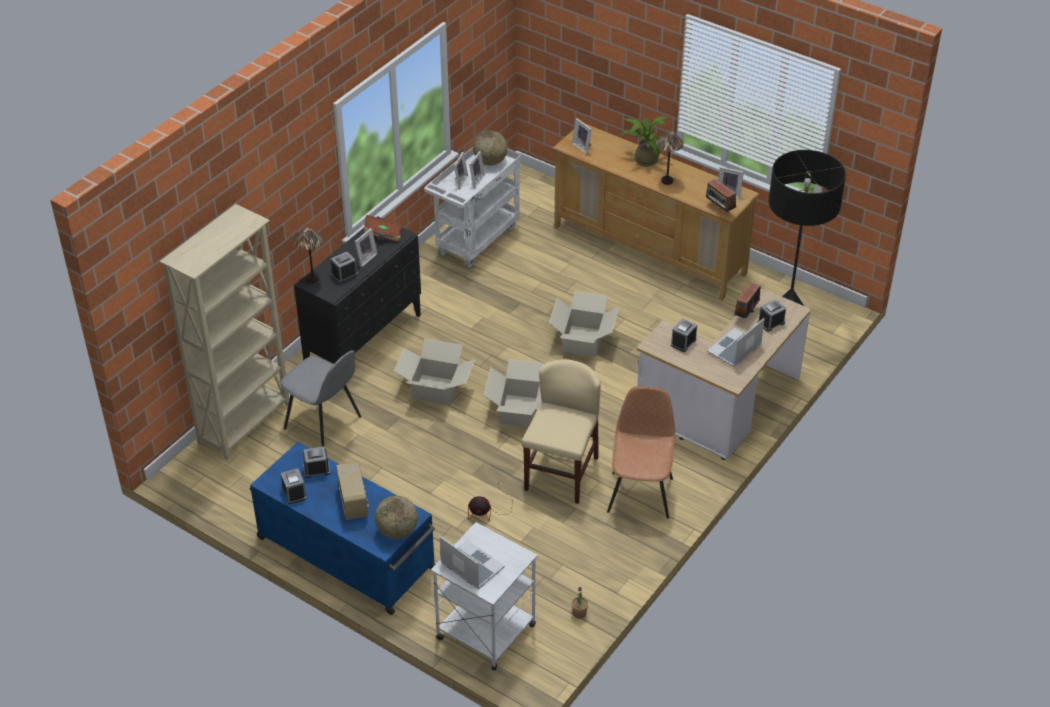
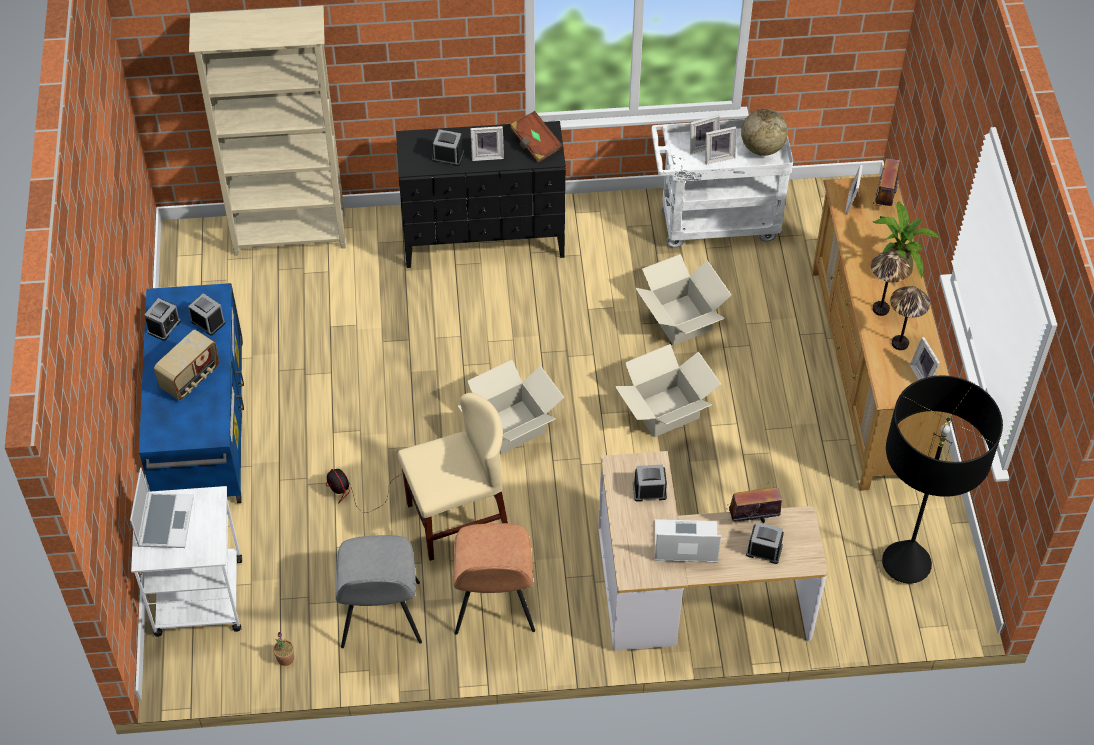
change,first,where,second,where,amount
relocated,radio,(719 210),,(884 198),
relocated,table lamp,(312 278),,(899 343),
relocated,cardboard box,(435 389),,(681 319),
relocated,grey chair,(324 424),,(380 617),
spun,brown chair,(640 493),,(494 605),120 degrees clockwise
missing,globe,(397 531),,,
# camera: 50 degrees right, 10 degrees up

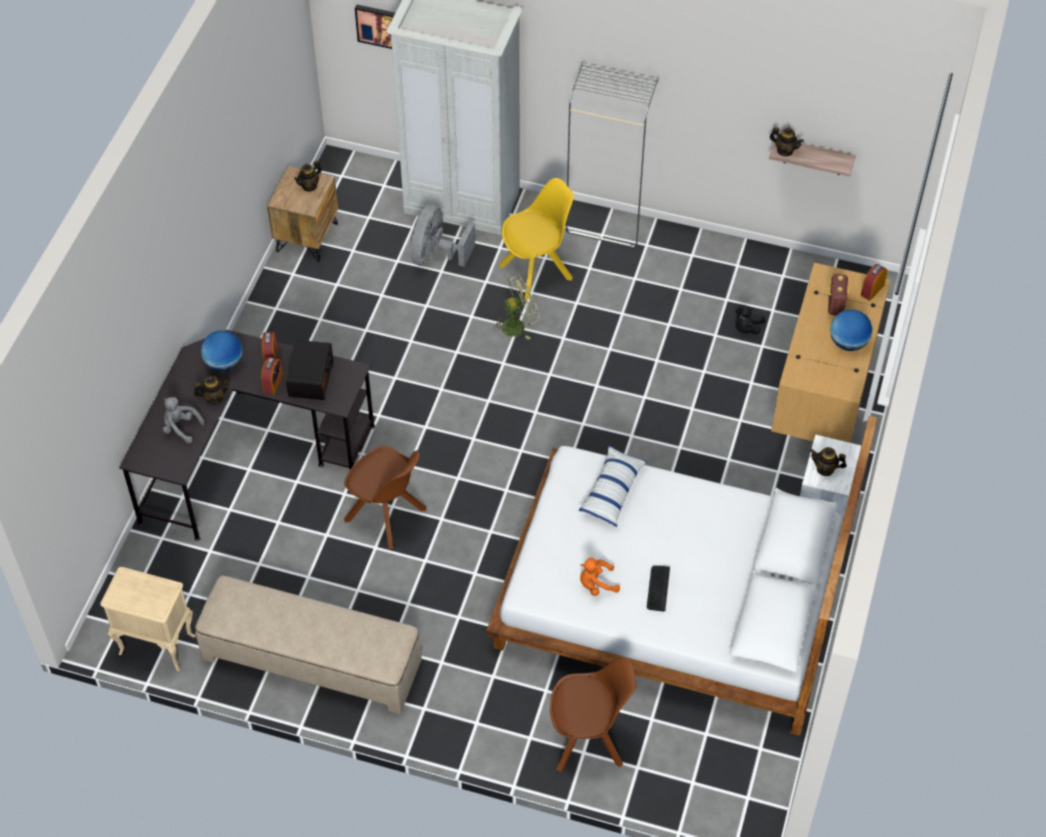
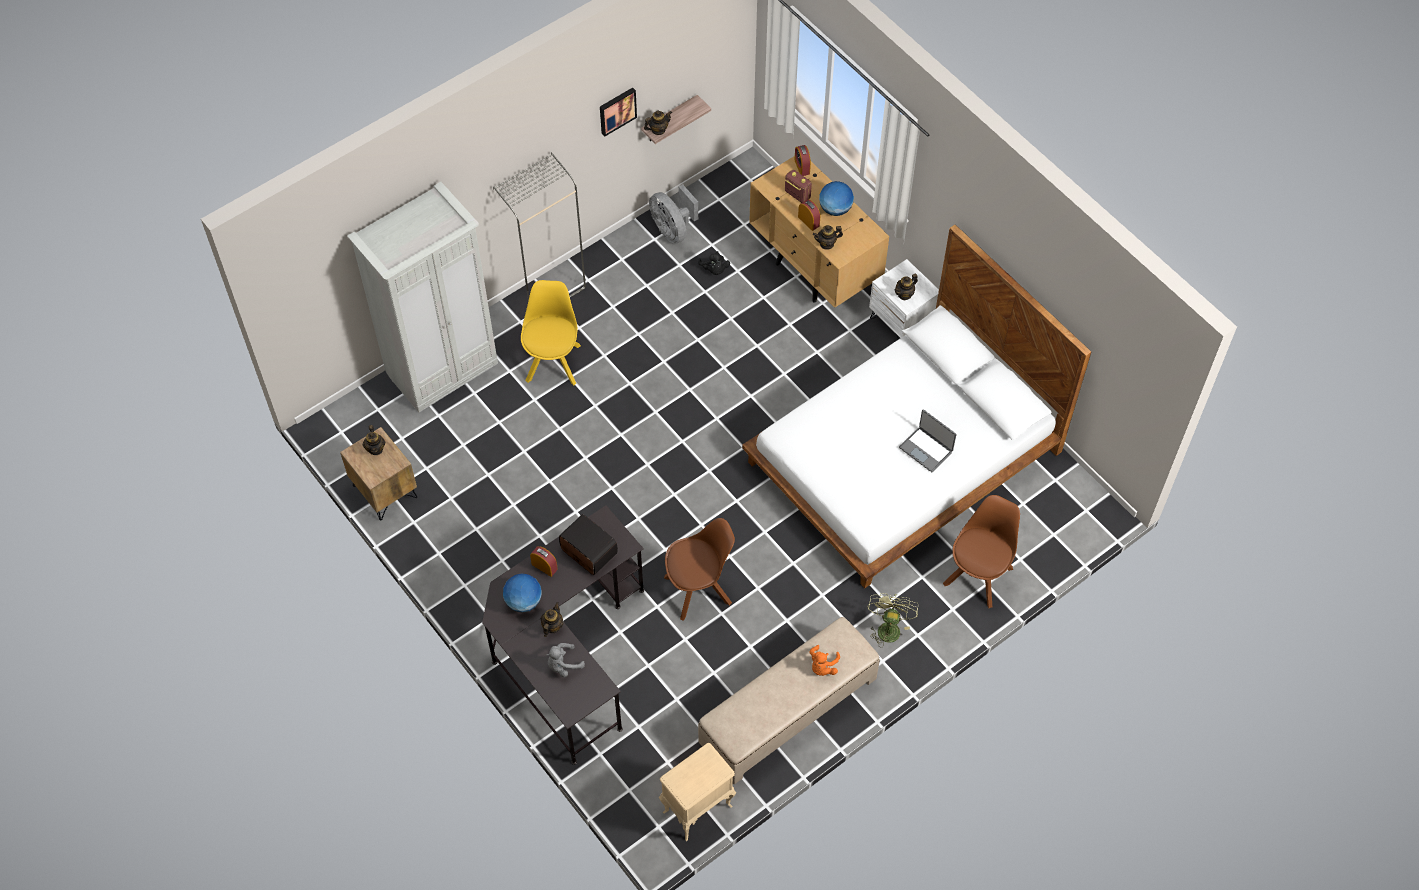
change,first,where,second,where,amount
relocated,picture,(379 25),,(617 110),
relocated,grey fan,(436 256),,(672 230),
relocated,green fan,(517 325),,(888 627),
relocated,alarm clock,(273 383),,(808 221),
missing,pillow,(612 491),,,
relocated,orange plush toy,(596 584),,(822 666),
exchanged,keyboard,(658 588),laptop,(926 449),
appeared,,,teapot,(827 244),
# camera: 55 degrees left, 5 degrees up

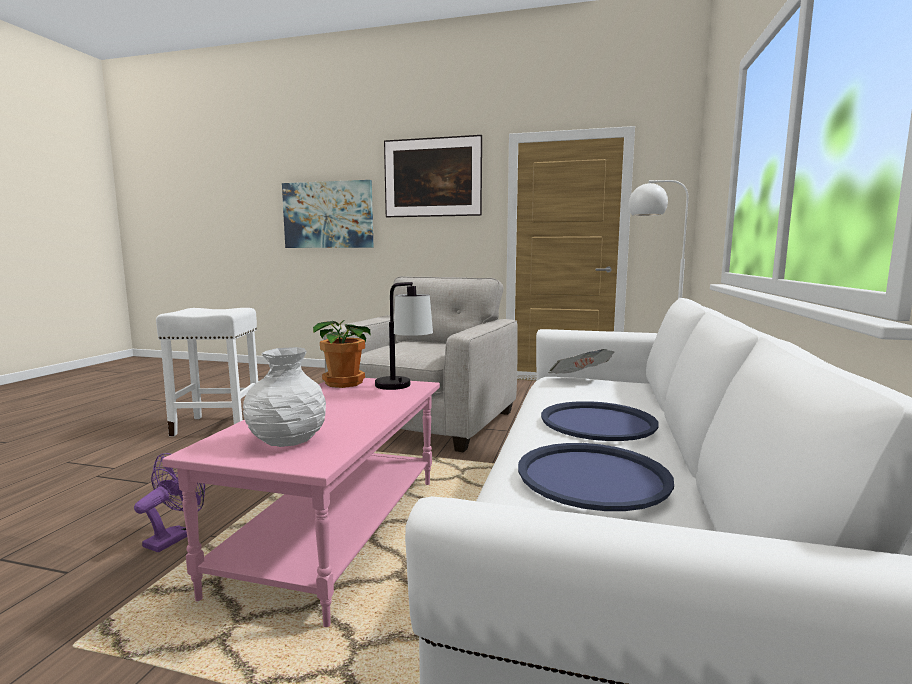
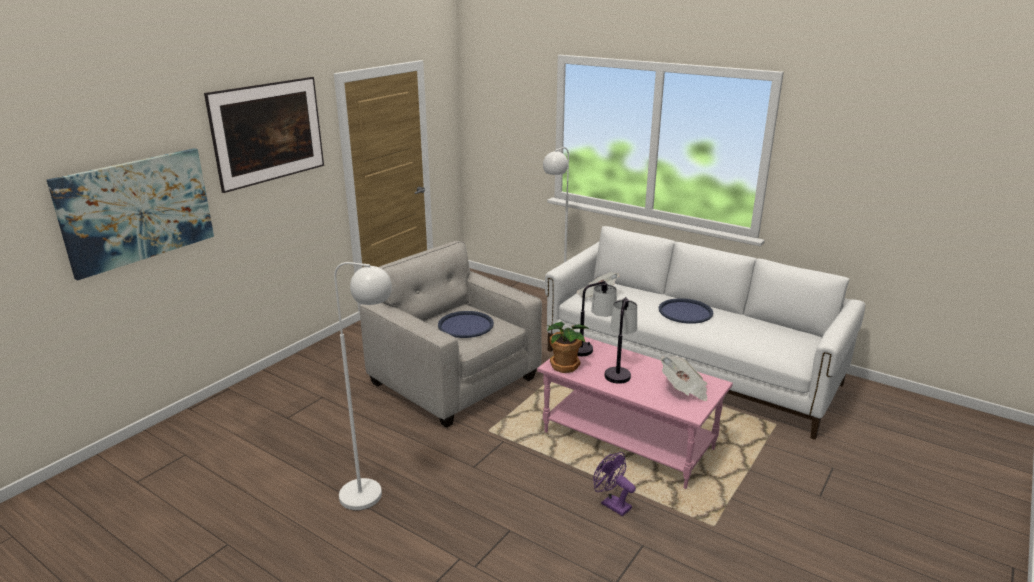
change,first,where,second,where,amount
exchanged,white stool,(219 426),white floor lamp,(372 499),
exchanged,white vase,(286 441),newspaper,(684 390),
relocated,blue tray,(593 477),,(465 325),
appeared,,,table lamp,(618 370),
# camera: 70 degrees left, 15 degrees up

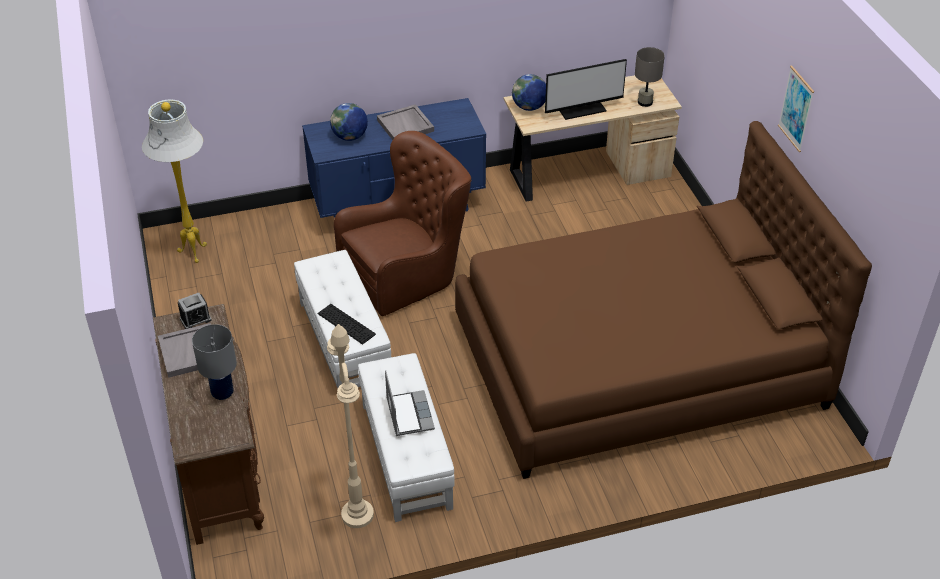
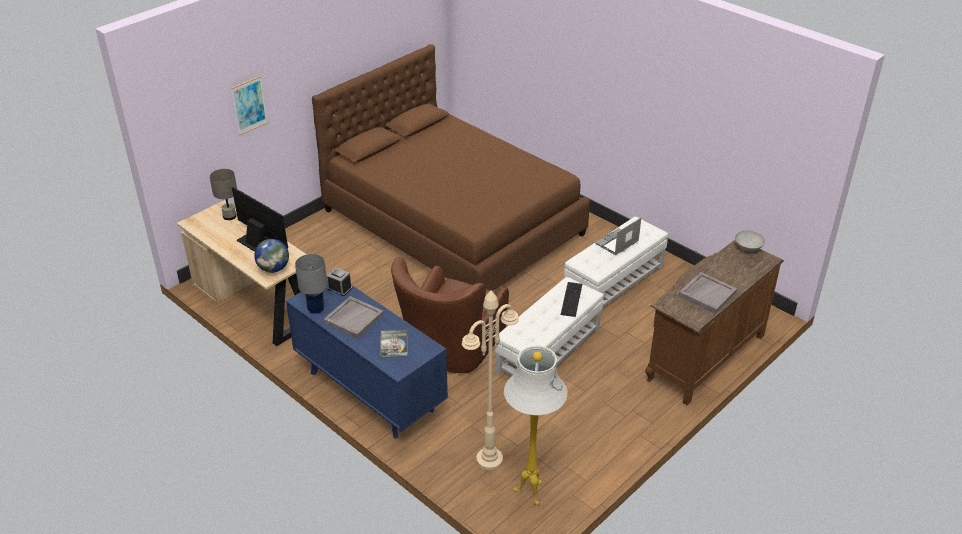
change,first,where,second,where,amount
relocated,picture,(796 108),,(249 105),
exchanged,globe,(350 137),book,(394 344),
spun,brown armchair,(408 274),,(451 349),90 degrees counterclockwise
relocated,alarm clock,(195 319),,(339 288),
relocated,grey table lamp,(222 393),,(316 310),
relocated,beige floor lamp,(357 514),,(489 460),
appeared,,,grey bowl,(748 248),
# camera: 120 degrees left, 5 degrees down

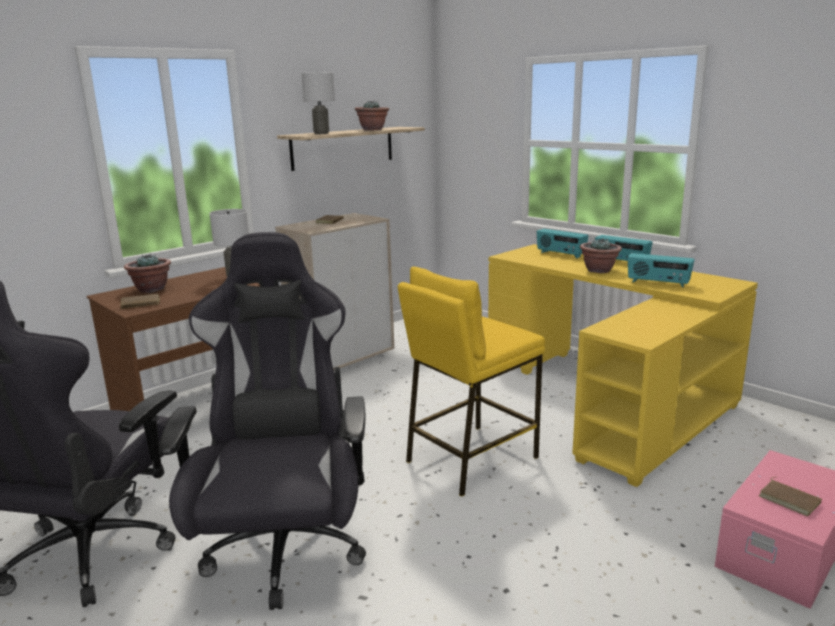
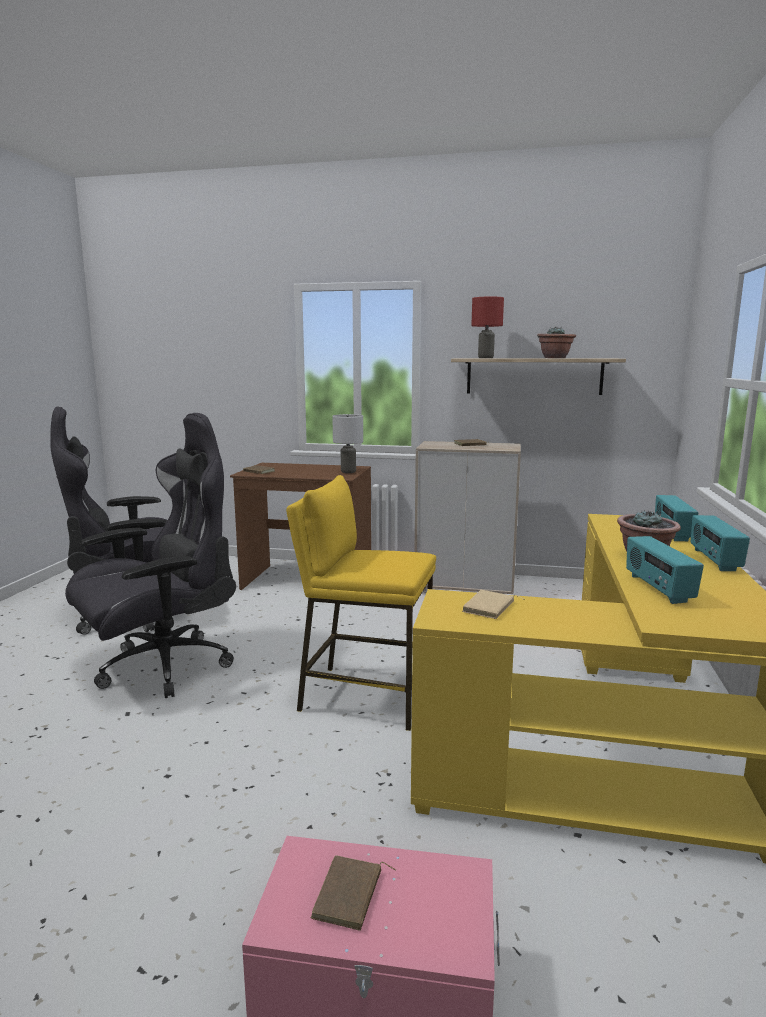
change,first,where,second,where,amount
colour,white table lamp,(322 133),red table lamp,(486 358),
missing,potted plant,(151 289),,,
appeared,,,beige book,(490 608),
# camera: 55 degrees right, 5 degrees down

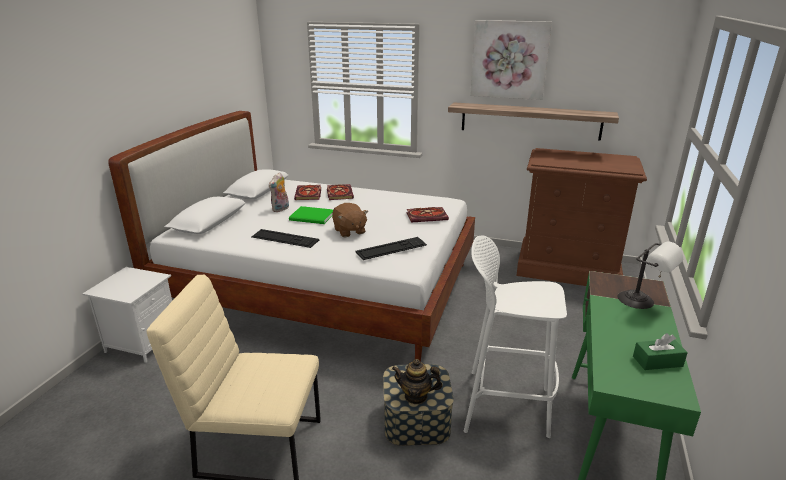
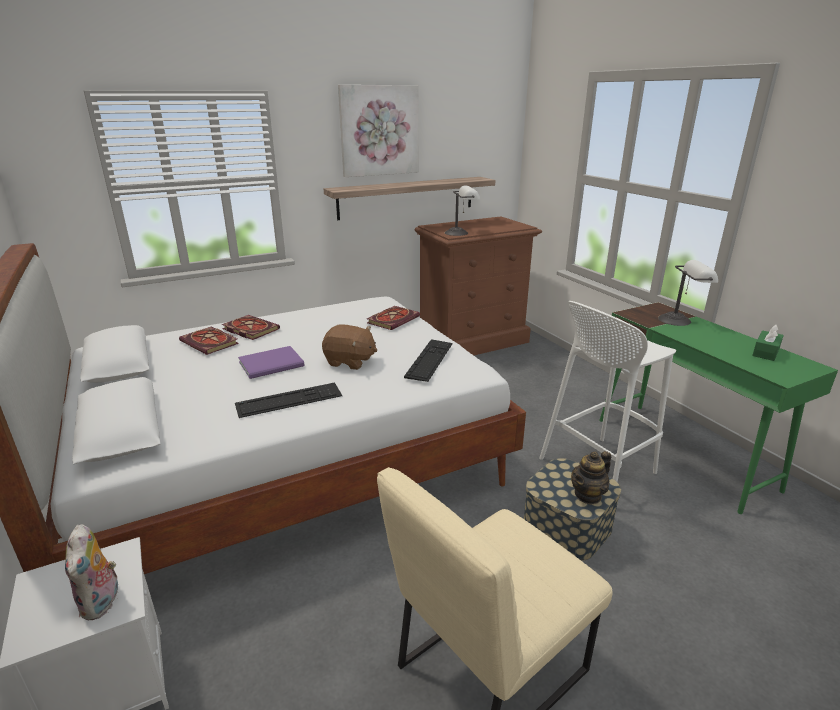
change,first,where,second,where,amount
relocated,plush toy,(281 209),,(103 602),
colour,green book,(313 217),purple book,(273 364),
appeared,,,table lamp,(461 232),
# camera: 45 degrees left, 0 degrees up

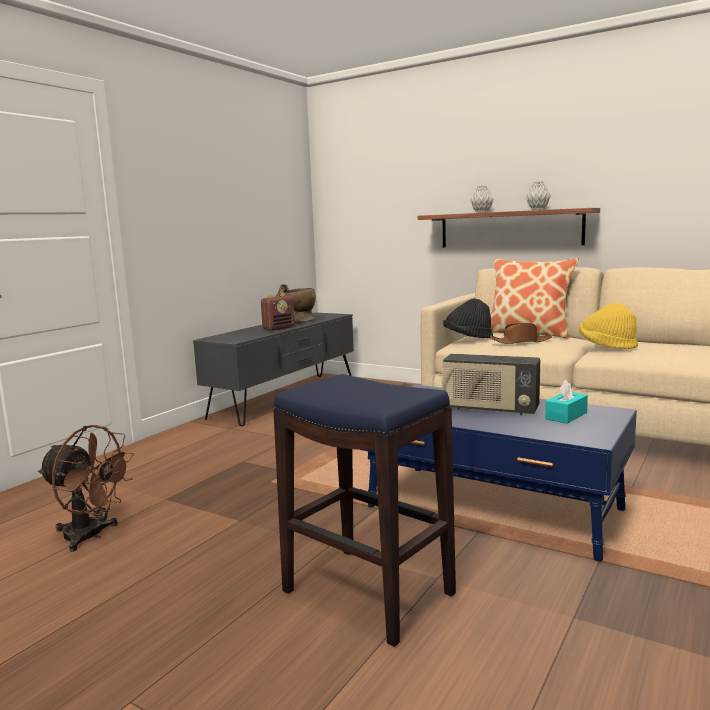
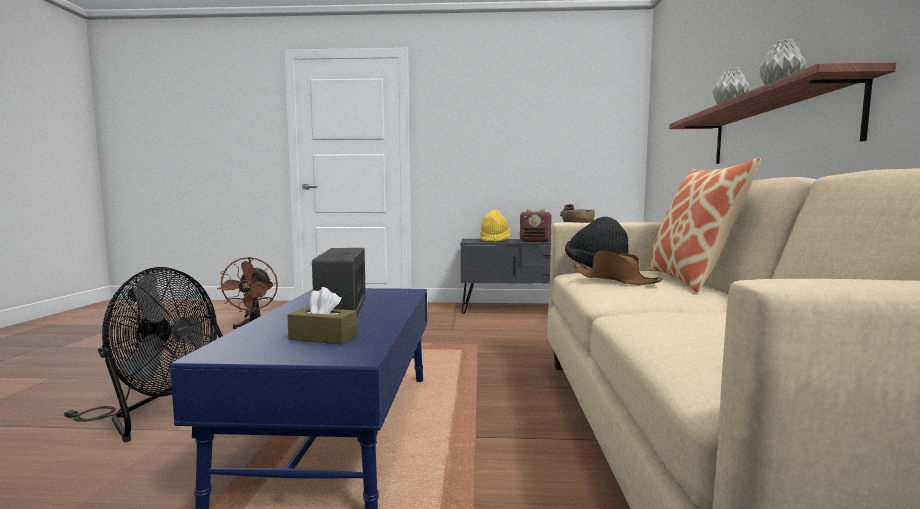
change,first,where,second,where,amount
relocated,yellow hat,(606 346),,(494 240),
exchanged,stool,(367 593),black fan,(156 408),
colour,turquoise tissue box,(566 416),brown tissue box,(323 337),
# camera: 60 degrees right, 5 degrees down

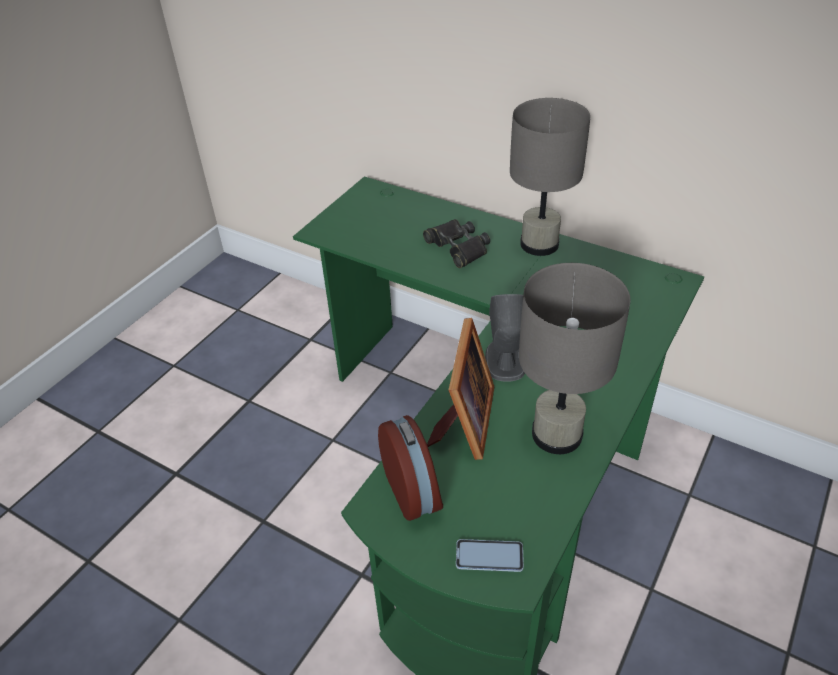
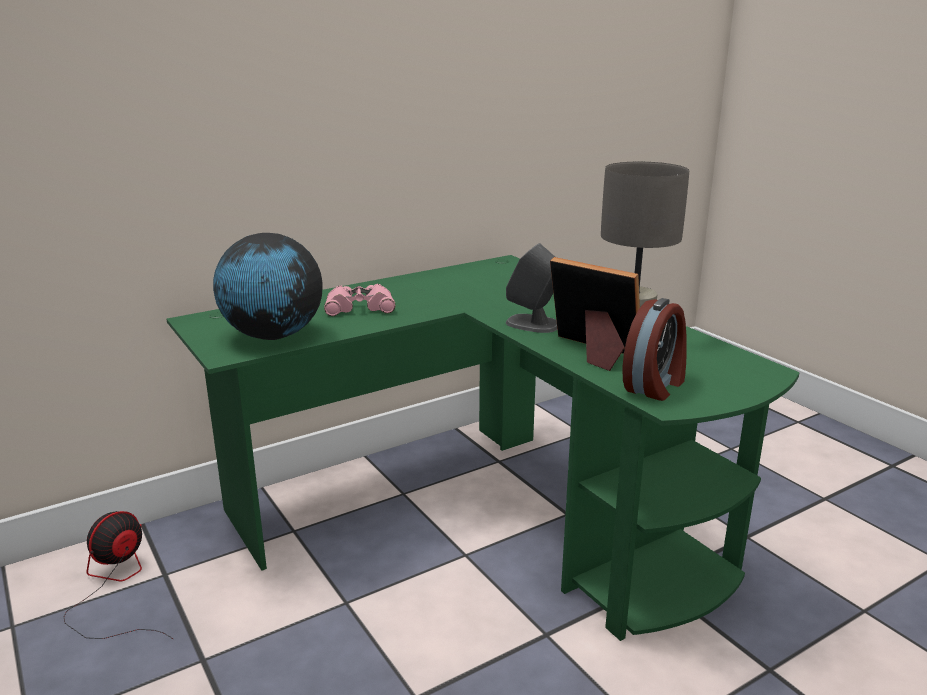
change,first,where,second,where,amount
missing,grey table lamp,(539 244),,,
colour,black binoculars,(458 247),pink binoculars,(359 307),
spun,alarm clock,(414 489),,(655 385),120 degrees clockwise
missing,phone,(489 556),,,
appeared,,,globe,(273 336),
appeared,,,fan,(116 587),
# camera: 65 degrees left, 20 degrees down

